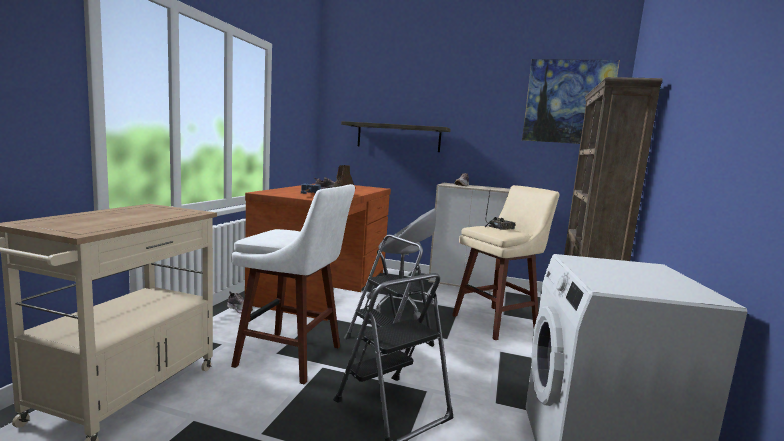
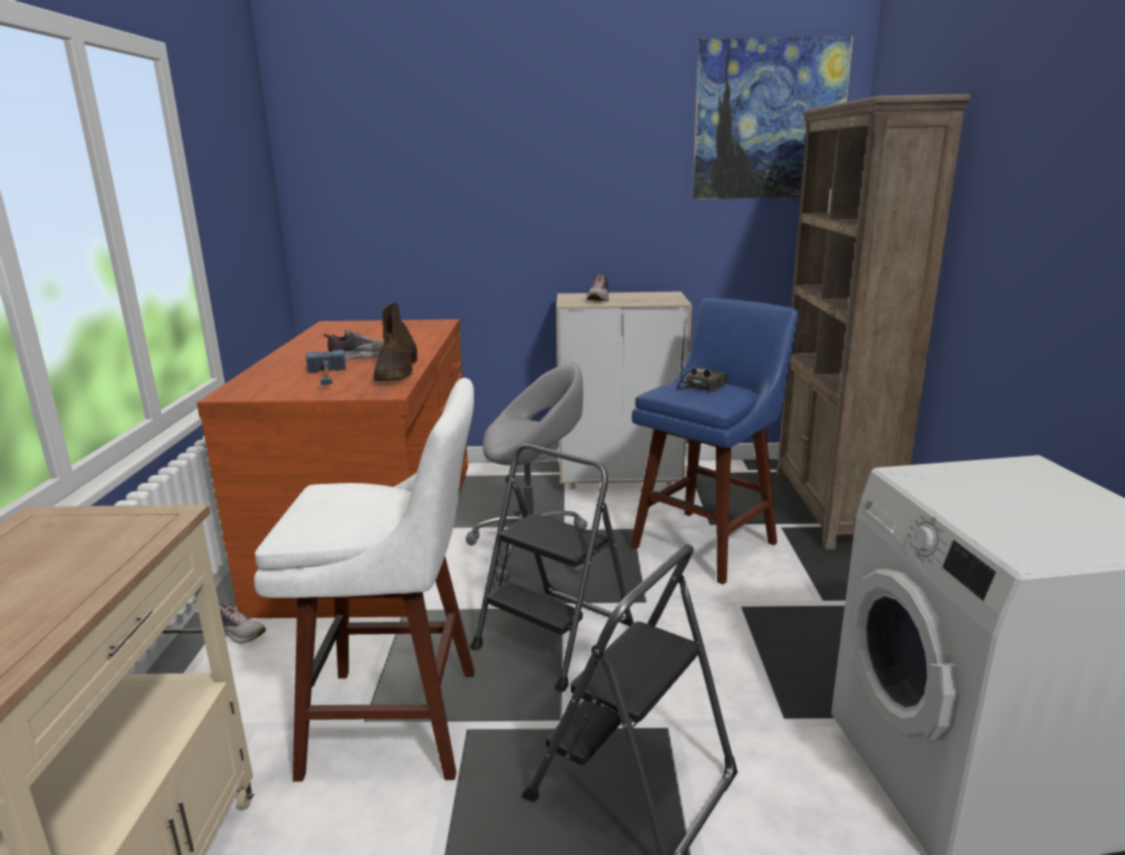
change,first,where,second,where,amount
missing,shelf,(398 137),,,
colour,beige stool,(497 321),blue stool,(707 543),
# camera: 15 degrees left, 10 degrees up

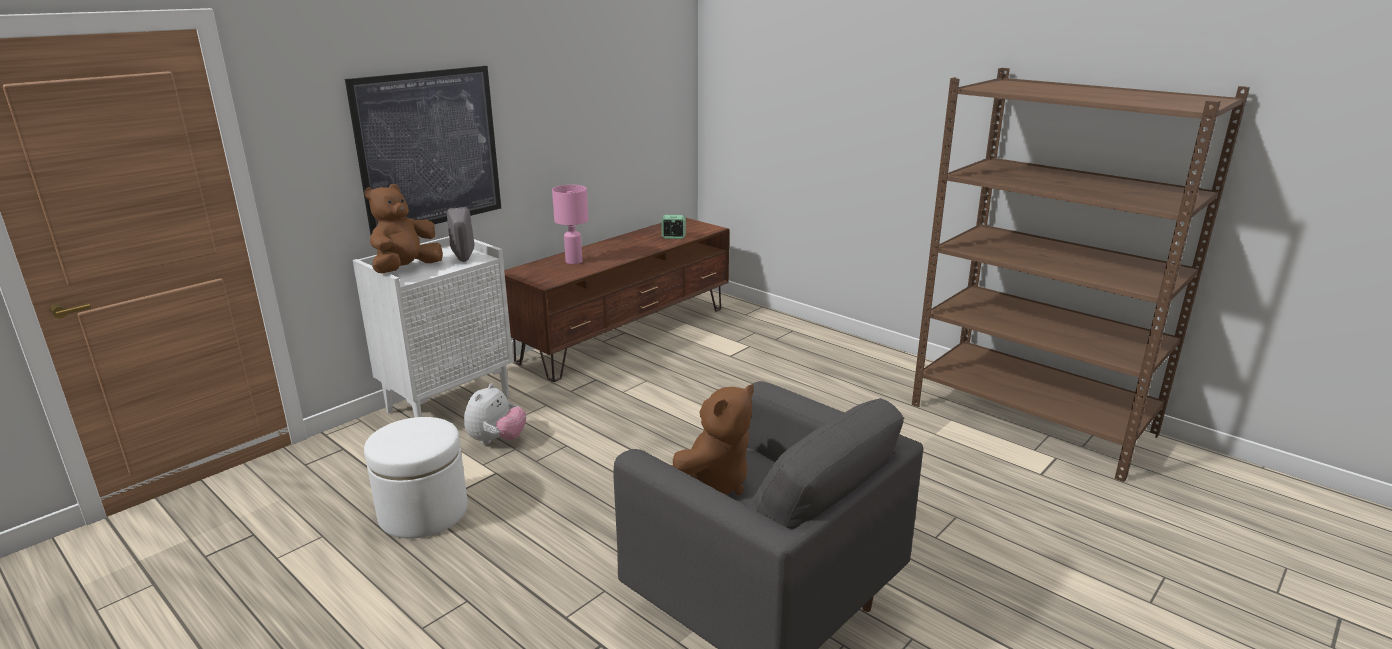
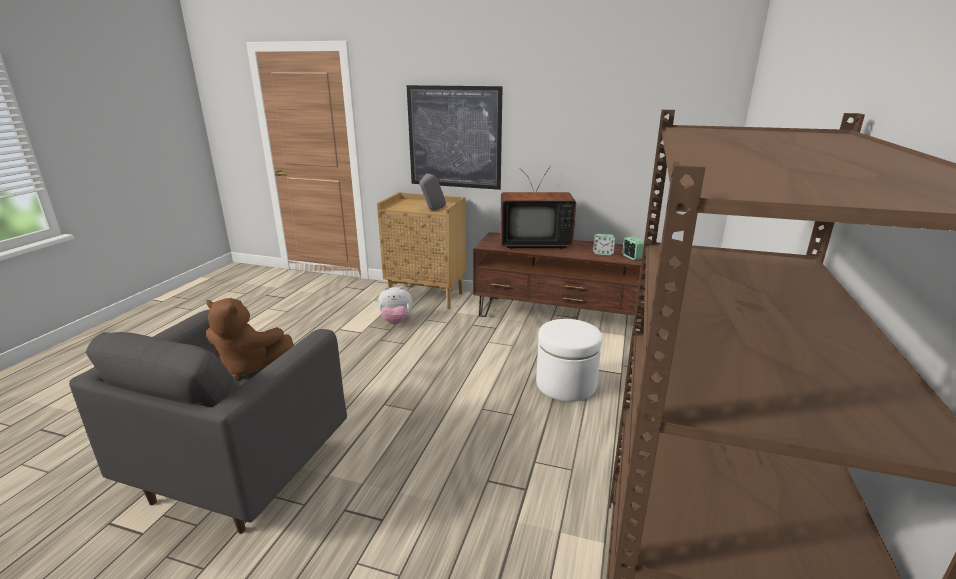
change,first,where,second,where,amount
missing,brown plush toy,(406 269),,,
exchanged,pink table lamp,(573 261),television,(533 243),
colour,white cabinet,(450 403),brown cabinet,(427 297),
relocated,white ottoman,(423 512),,(566 384),
appeared,,,alarm clock,(602 253),
# camera: 65 degrees right, 0 degrees up

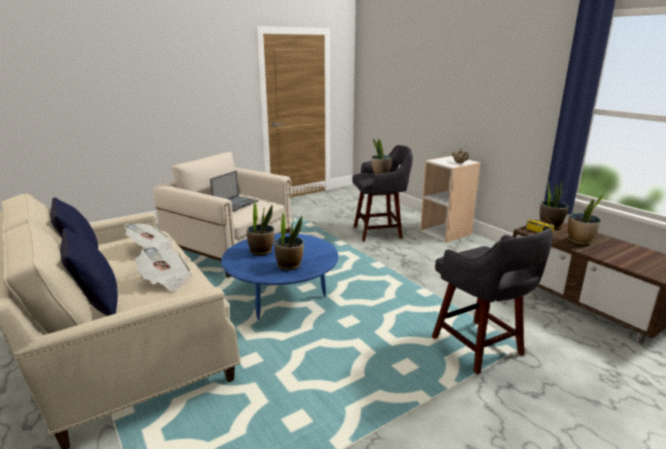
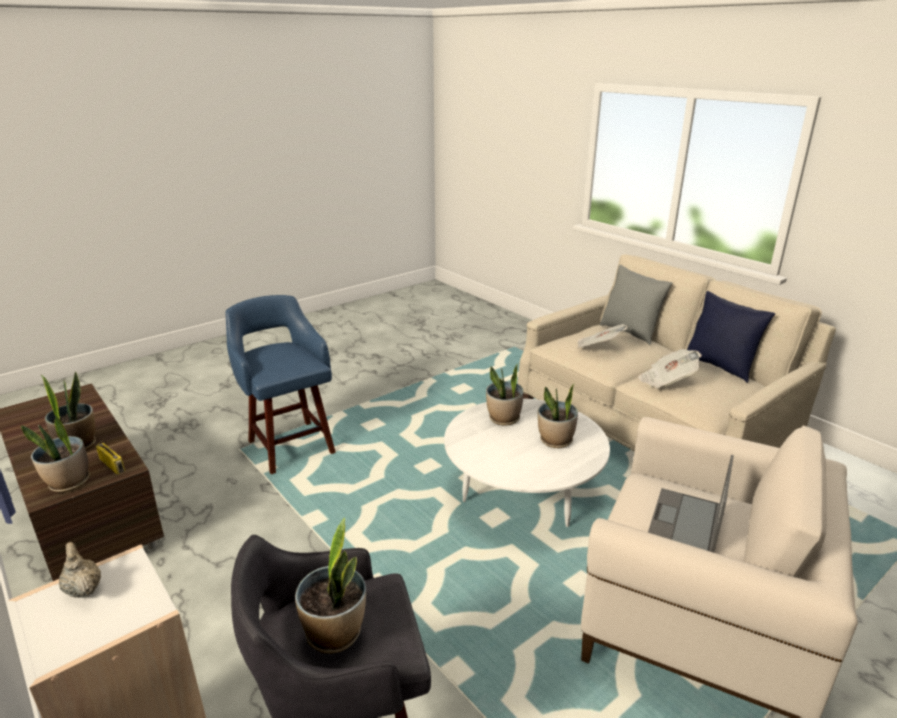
change,first,where,second,where,amount
colour,blue pillow,(96 305),grey pillow,(630 332),
colour,grey stool,(479 348),blue stool,(290 445),
colour,blue coffee table,(282 299),white coffee table,(522 496),
# camera: 175 degrees right, 5 degrees up

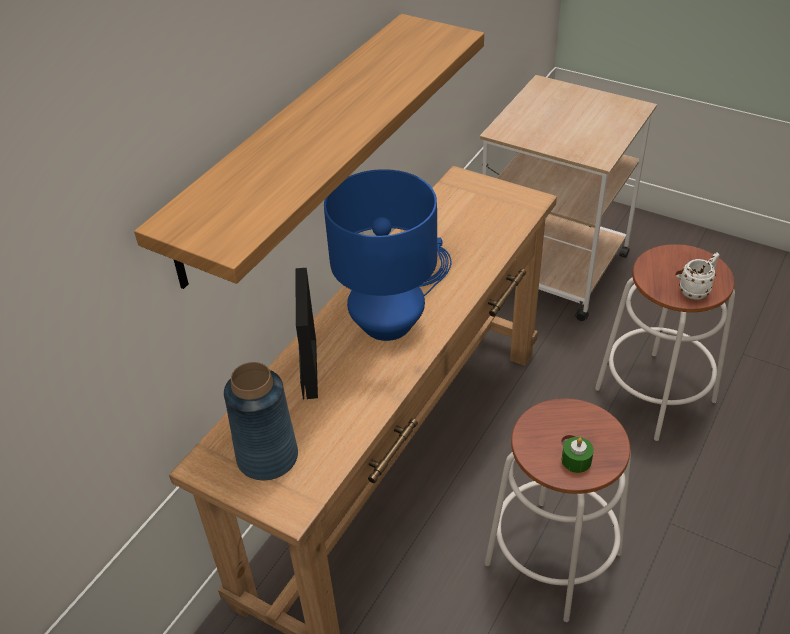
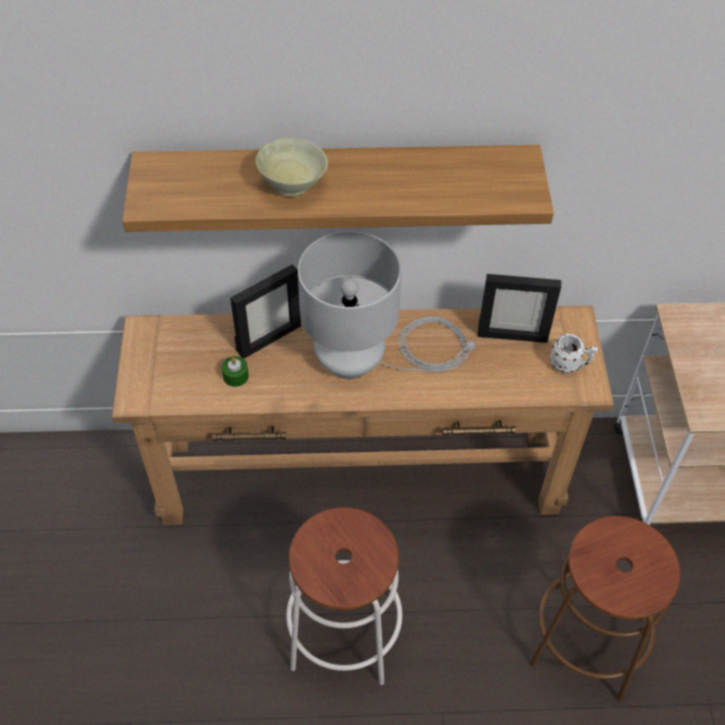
change,first,where,second,where,amount
colour,blue table lamp,(399 300),white table lamp,(382 355),
colour,white stool,(655 395),brown stool,(587 640),
relocated,white mug,(697 290),,(569 365),
missing,blue vase,(267 457),,,
relocated,green candle,(576 460),,(236 376),
appeared,,,beige bowl,(293 185),
appeared,,,picture frame,(512 335),
# camera: 55 degrees right, 10 degrees up

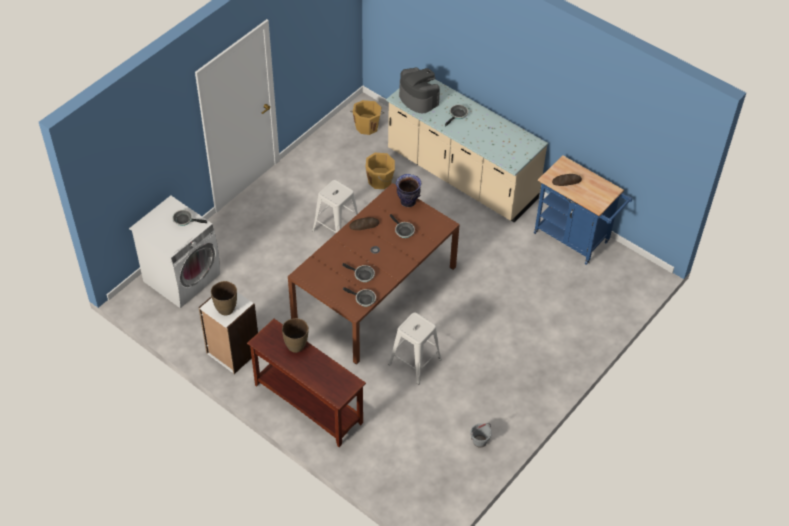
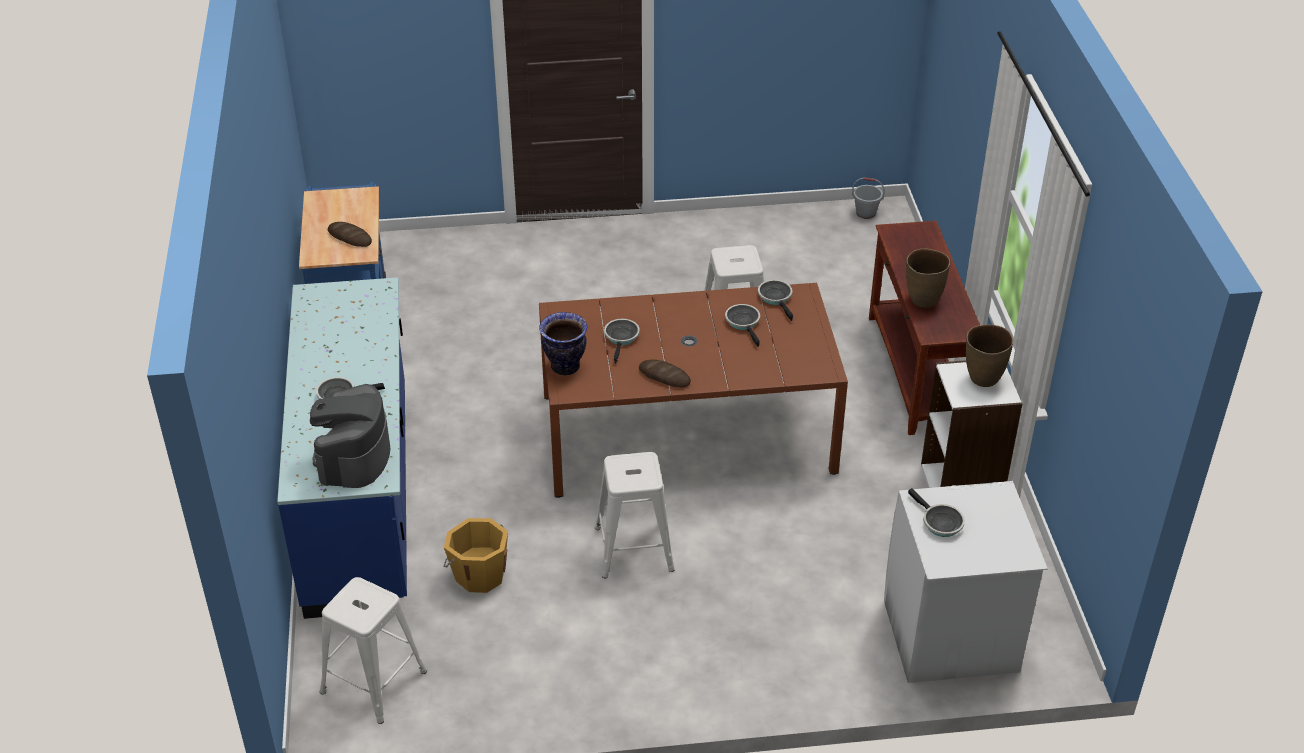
change,first,where,second,where,amount
colour,beige counter,(461 176),blue counter,(361 498),
exchanged,orange bucket,(367 126),white stool,(373 682),
relocated,grey bucket,(479 441),,(866 213),
# camera: 135 degrees left, 10 degrees down

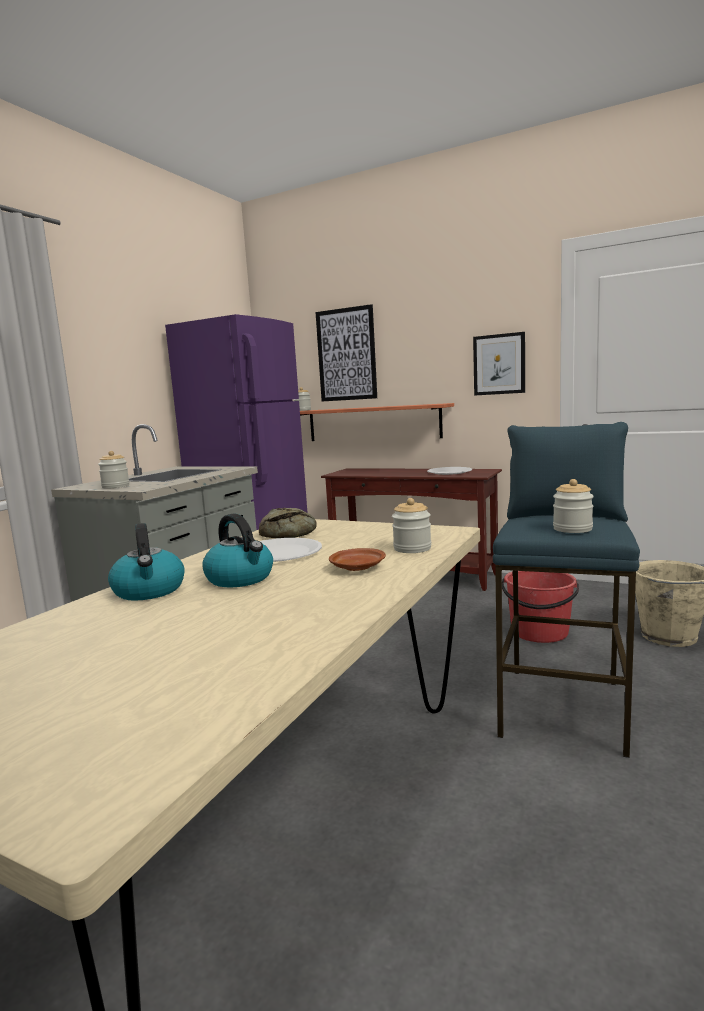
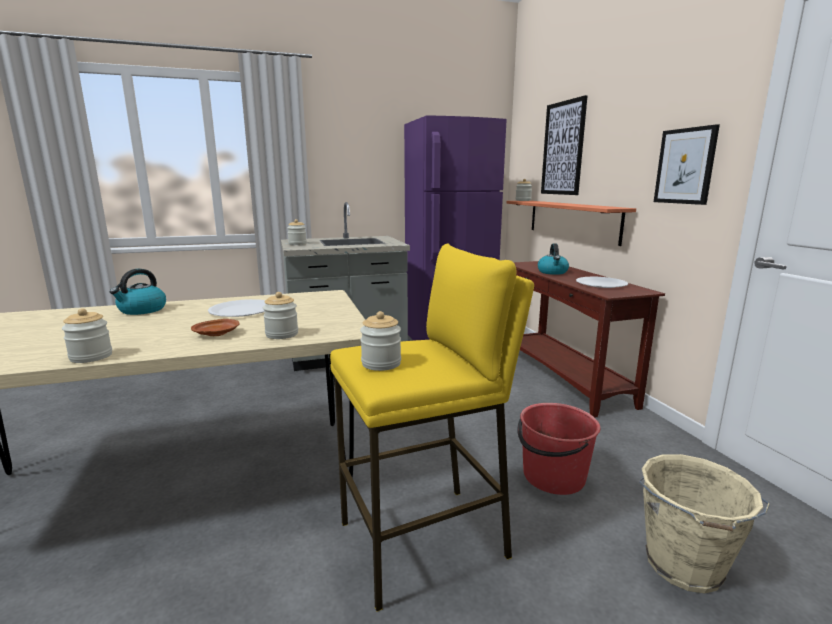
change,first,where,second,where,amount
colour,blue stool,(563 708),yellow stool,(424 541),
missing,bread,(291 532),,,
relocated,kettle,(241 579),,(552 272),
appeared,,,jar,(91 356),
# camera: 45 degrees right, 5 degrees up

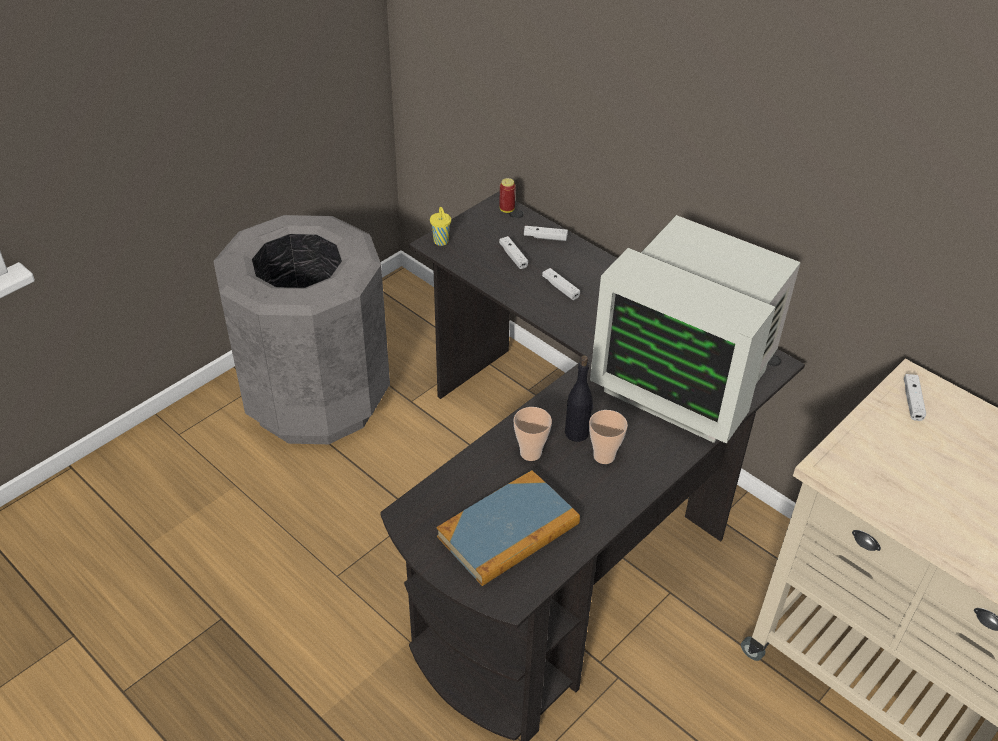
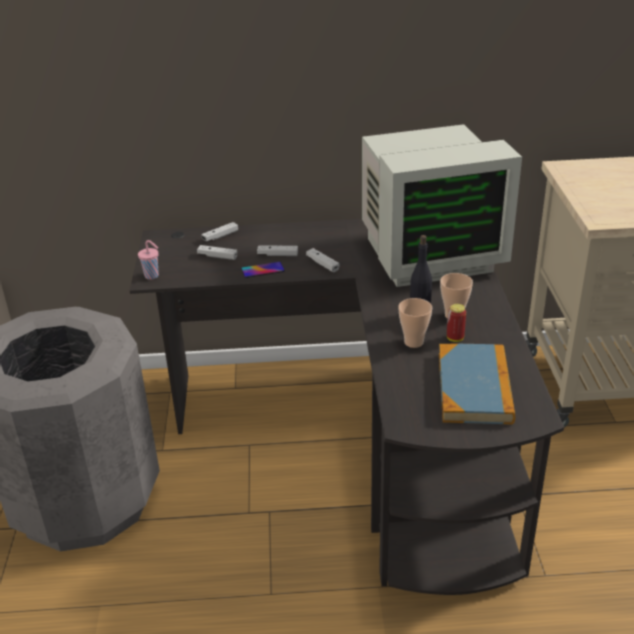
change,first,where,second,where,amount
relocated,can,(507 209),,(455 338),
colour,yellow cup,(441 242),pink cup,(152 276),
relocated,white game controller,(912 401),,(322 264),
appeared,,,phone,(262 270),
# camera: 45 degrees left, 10 degrees down

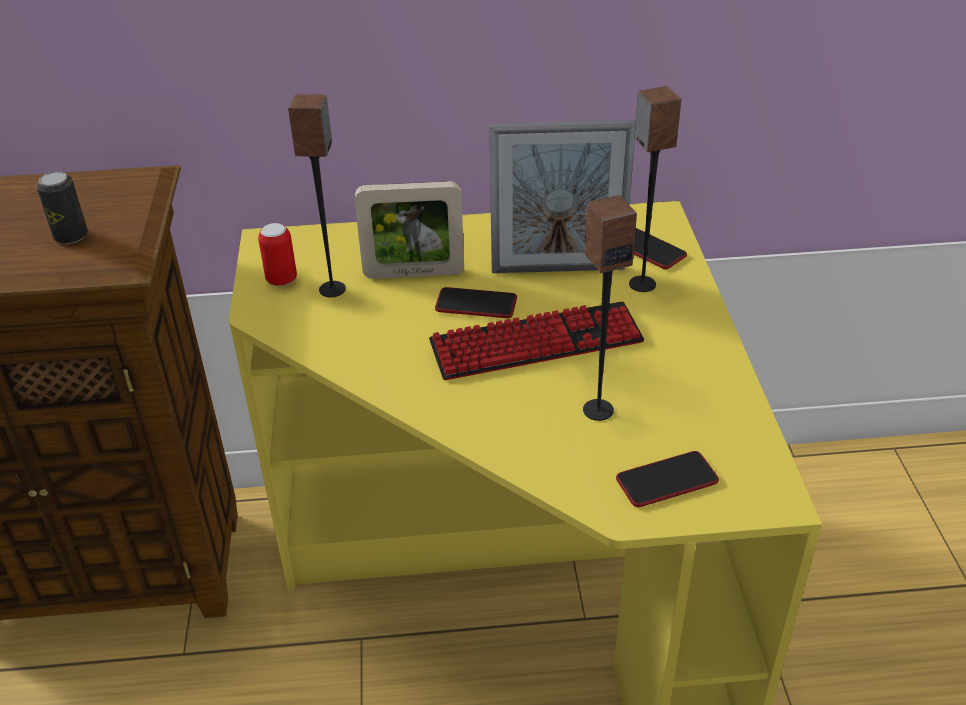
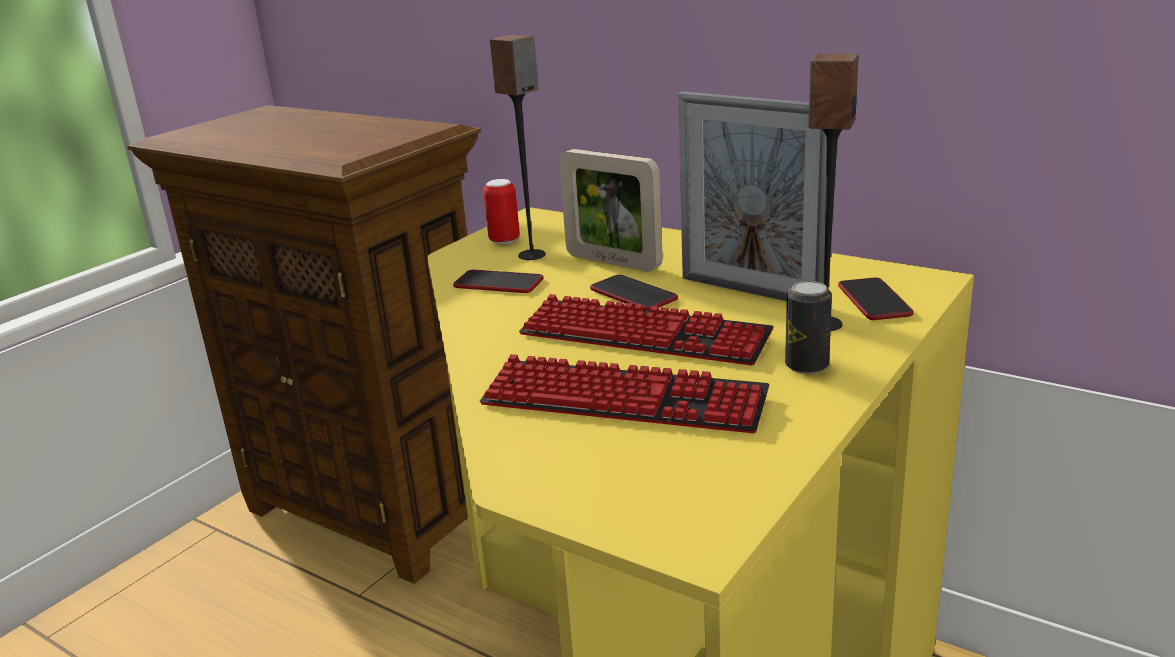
change,first,where,second,where,amount
relocated,can,(71 236),,(806 365),
exchanged,speaker,(598 409),keyboard,(623 400),
relocated,phone,(667 480),,(498 283),
# camera: 40 degrees right, 15 degrees down

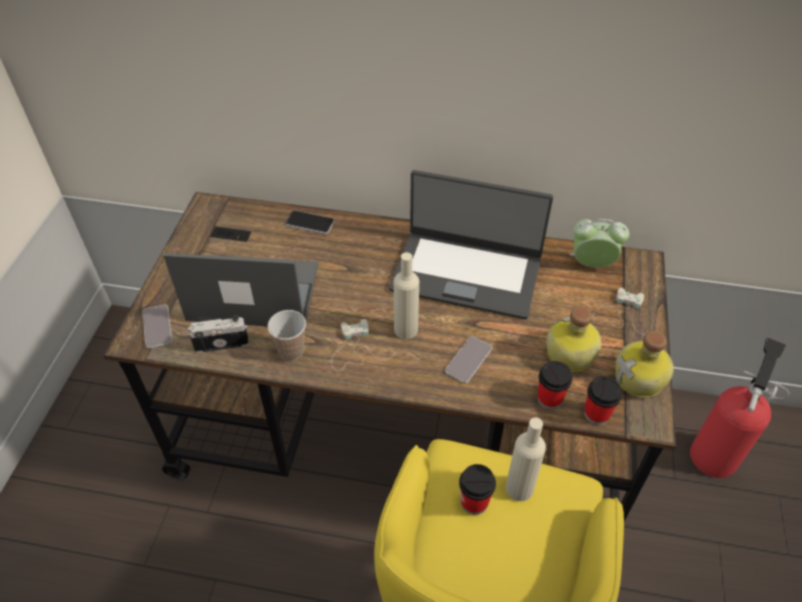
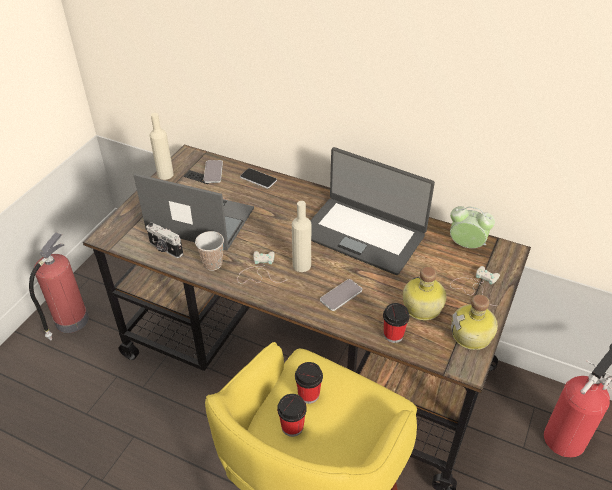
change,first,where,second,where,amount
relocated,phone,(157 327),,(213 172),
spun,photo camera,(221 343),,(165 249),150 degrees counterclockwise
relocated,cup,(596 414),,(292 426),
relocated,beige bottle,(519 488),,(165 174),
appeared,,,fire extinguisher,(70 321),
# camera: 15 degrees right, 5 degrees down

